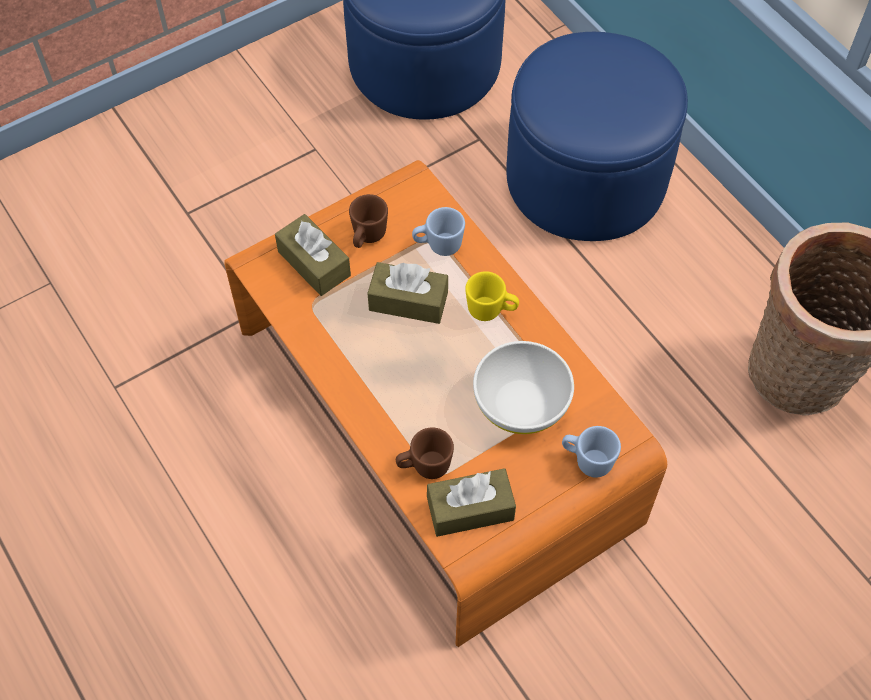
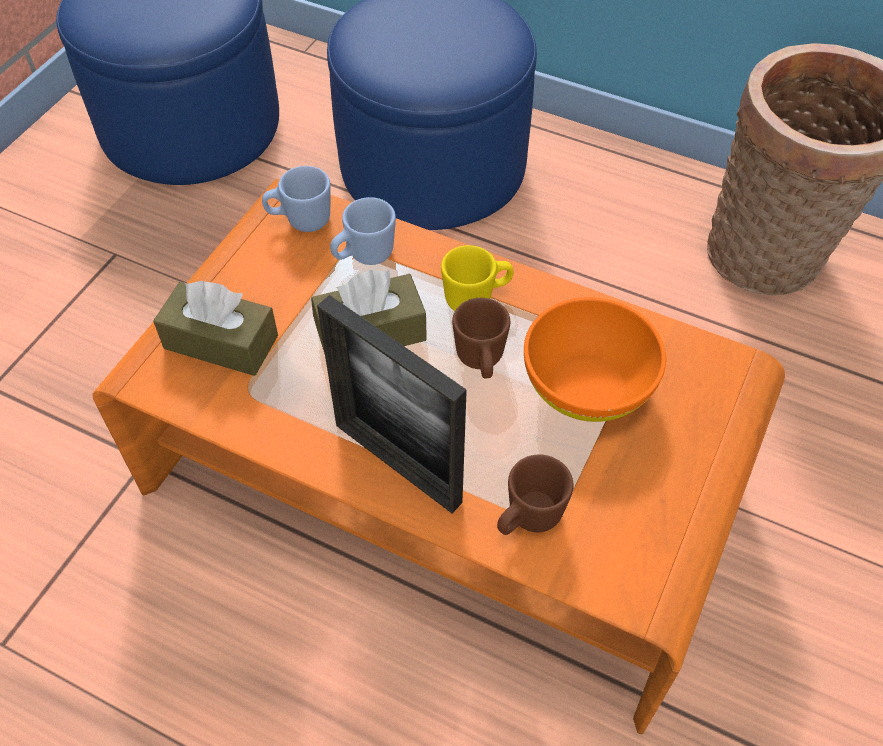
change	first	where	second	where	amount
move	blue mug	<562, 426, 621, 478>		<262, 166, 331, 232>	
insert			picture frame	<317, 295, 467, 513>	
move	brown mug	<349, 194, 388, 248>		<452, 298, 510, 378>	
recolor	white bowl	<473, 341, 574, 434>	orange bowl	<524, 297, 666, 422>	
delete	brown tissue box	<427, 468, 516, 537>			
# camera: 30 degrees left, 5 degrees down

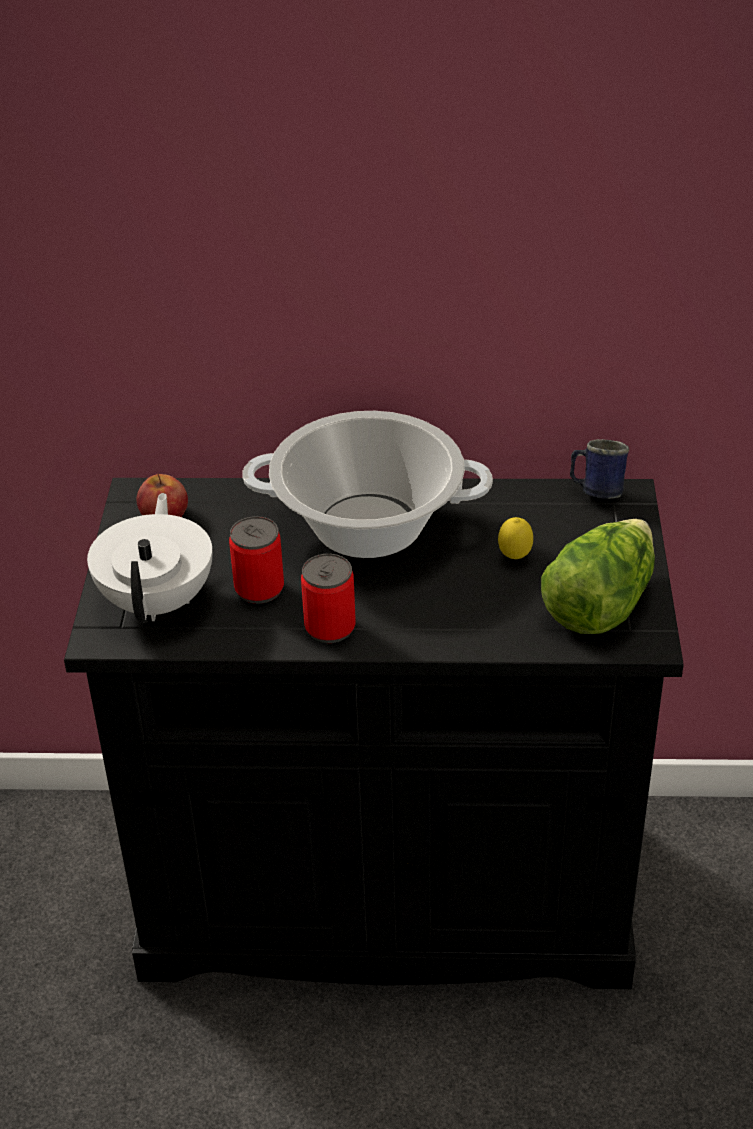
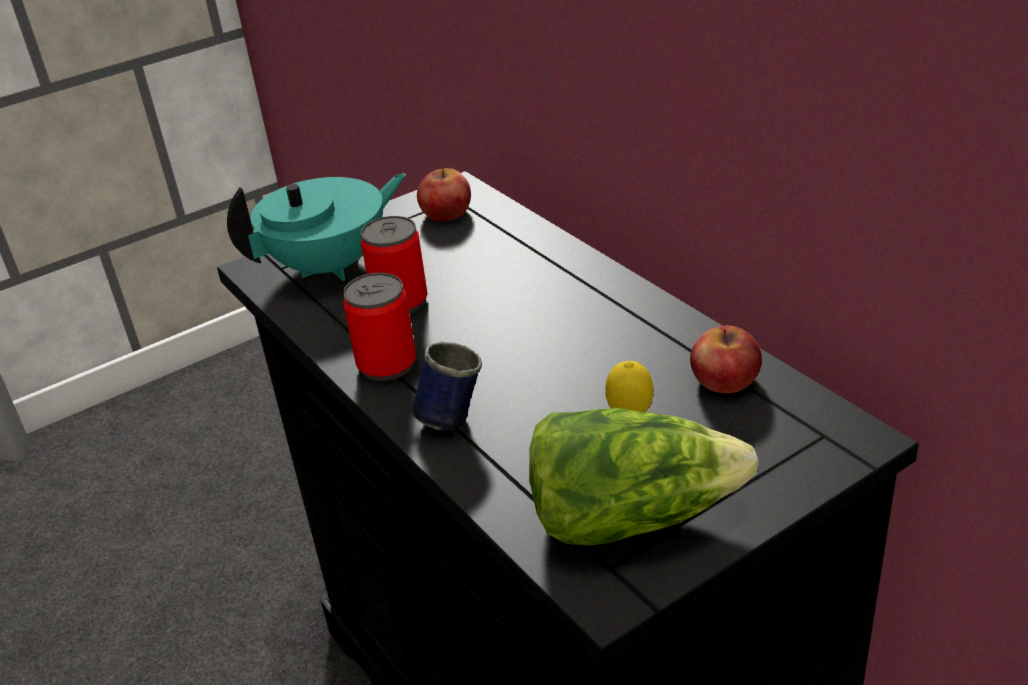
change	first	where	second	where	amount
recolor	white teapot	<87, 493, 212, 622>	turquoise teapot	<227, 173, 406, 281>	
move	blue mug	<570, 439, 629, 499>		<413, 342, 482, 430>	
insert			apple	<690, 326, 762, 393>	
delete	cooking pot	<242, 411, 493, 558>			
# camera: 55 degrees right, 5 degrees down

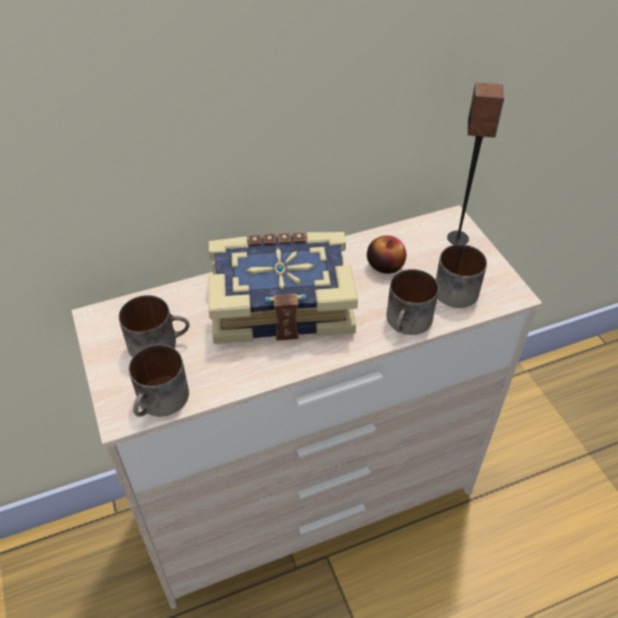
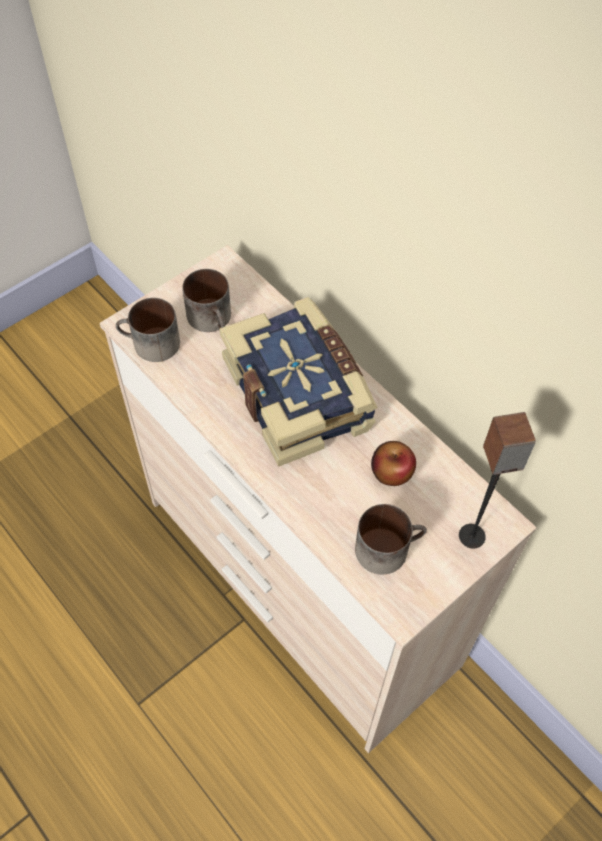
change	first	where	second	where	amount
delete	mug	<386, 269, 439, 335>			
# camera: 70 degrees right, 10 degrees up

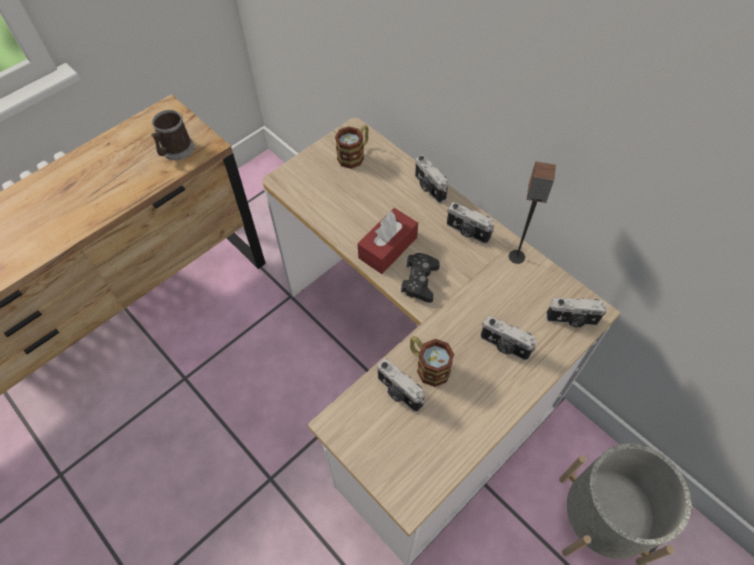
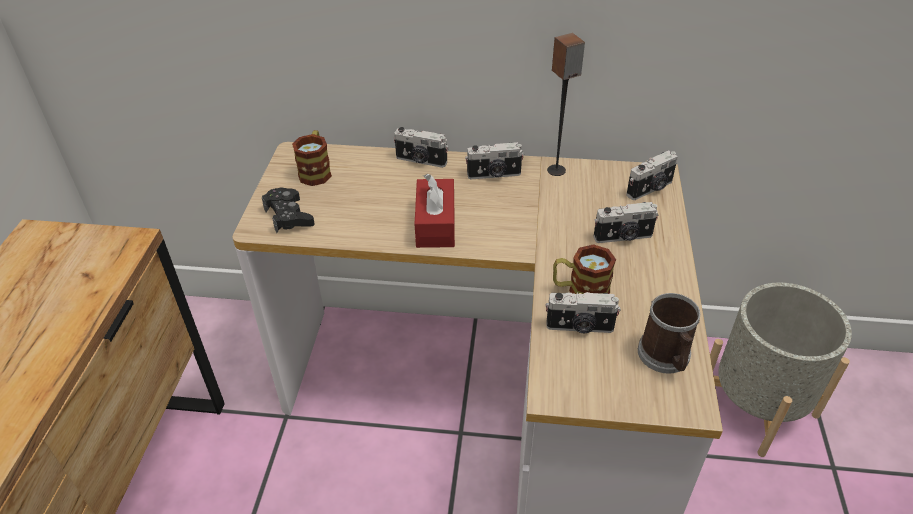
change	first	where	second	where	amount
move	black game controller	<401, 253, 440, 303>		<262, 187, 315, 233>	
move	mug	<151, 110, 194, 160>		<638, 293, 700, 374>	
# camera: 40 degrees left, 15 degrees down

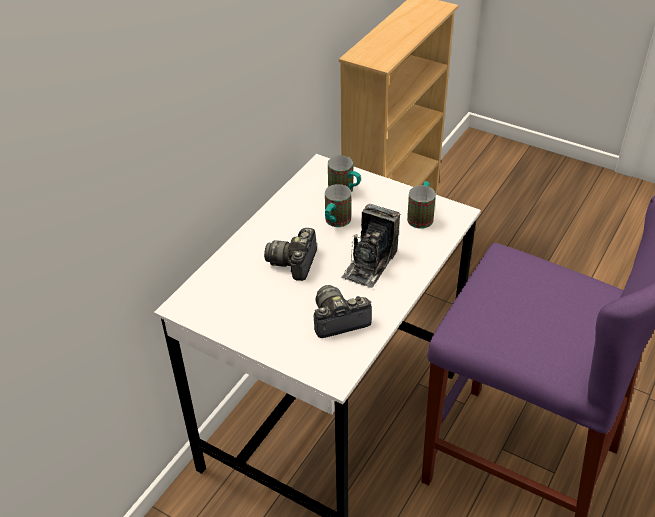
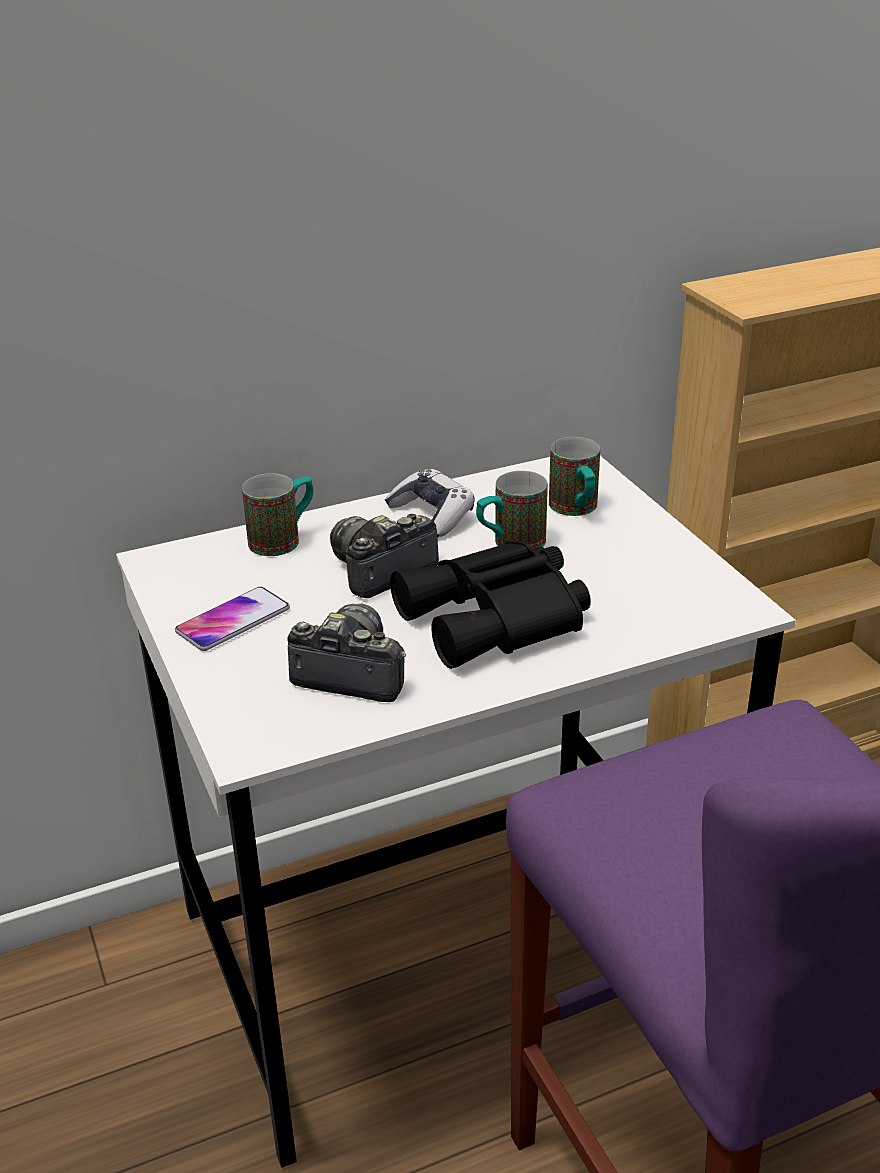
change	first	where	second	where	amount
insert			phone	<175, 587, 290, 651>	
move	mug	<407, 181, 436, 229>		<242, 473, 313, 556>	
insert			game controller	<385, 469, 475, 537>	
replace	photo camera	<341, 204, 400, 288>	black binoculars	<390, 541, 591, 669>	
# camera: 35 degrees right, 10 degrees down

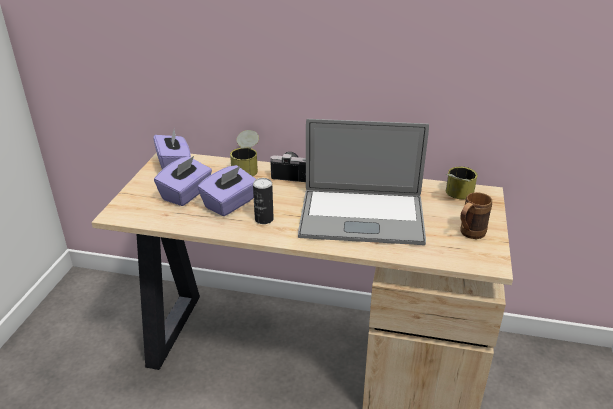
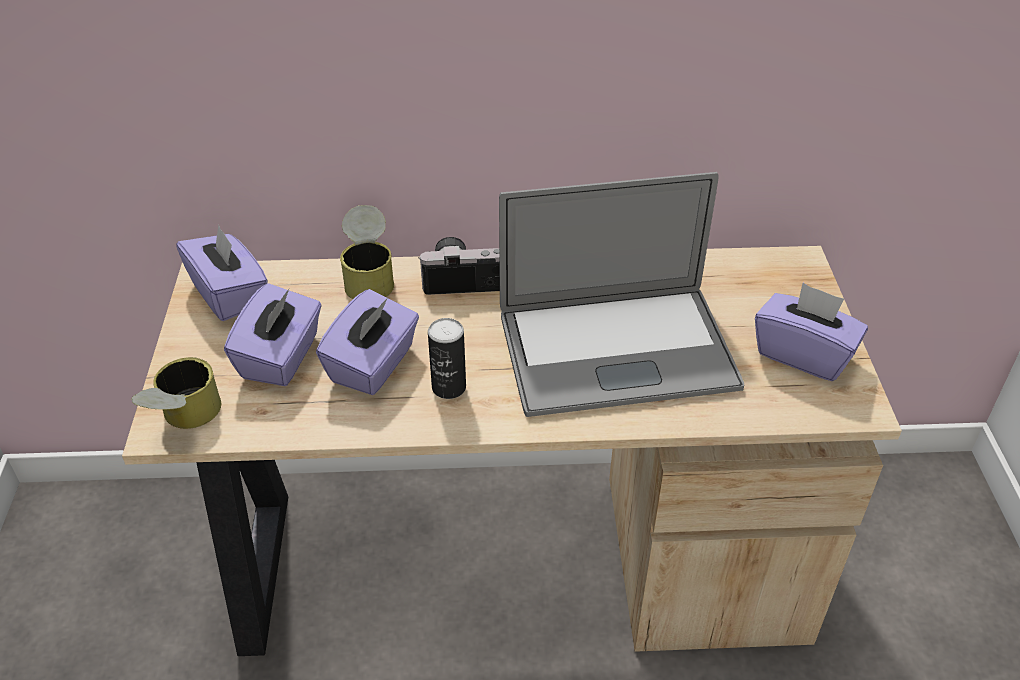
change	first	where	second	where	amount
move	can	<445, 167, 478, 199>		<131, 357, 221, 429>	
replace	brown mug	<460, 192, 492, 239>	purple tissue box	<755, 283, 868, 381>	
# camera: 15 degrees left, 10 degrees up

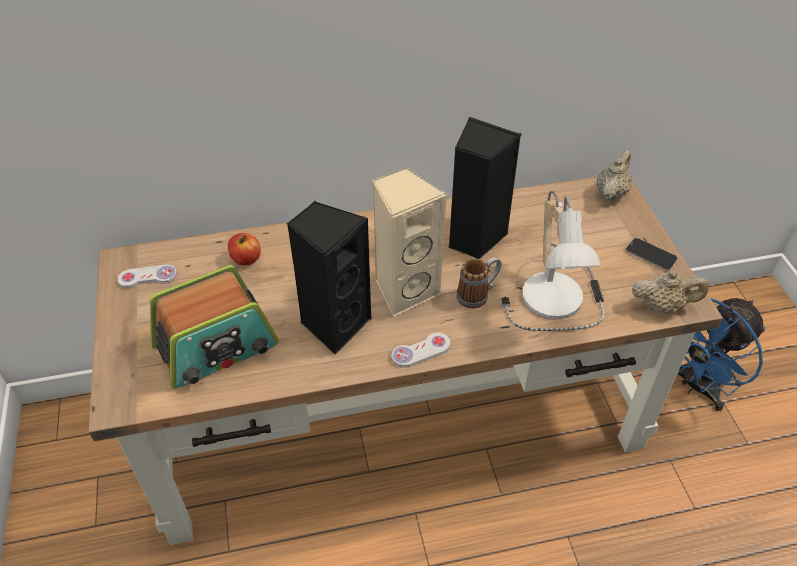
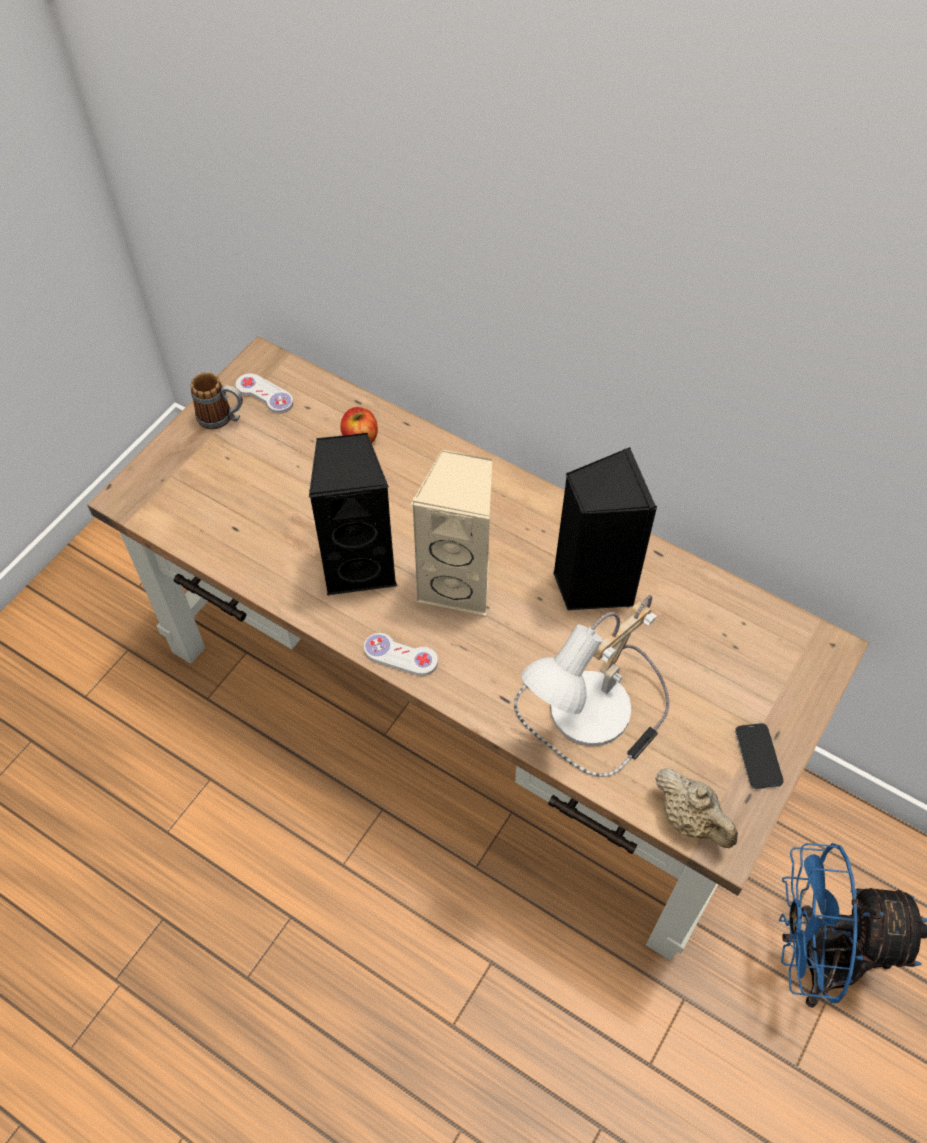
change	first	where	second	where	amount
move	mug	<456, 257, 501, 308>		<191, 372, 243, 429>	
delete	radio	<150, 265, 279, 389>			
delete	beige teapot	<597, 150, 632, 202>			
# camera: 45 degrees right, 10 degrees up

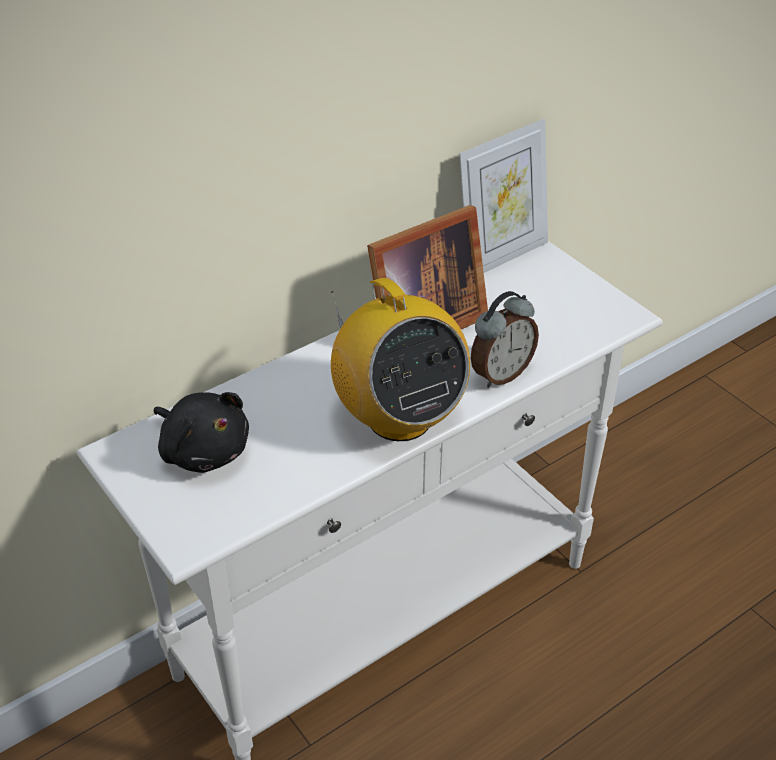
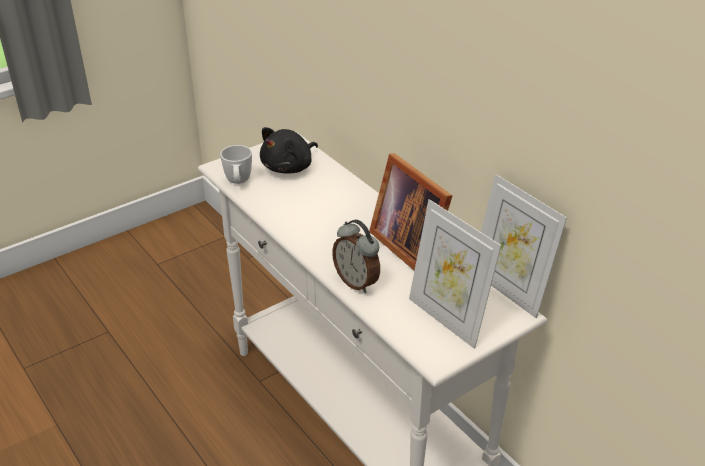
change	first	where	second	where	amount
insert			white mug	<220, 145, 252, 184>	
insert			picture frame	<409, 199, 501, 349>	
delete	radio	<330, 278, 470, 441>			
# camera: 90 degrees right, 5 degrees down

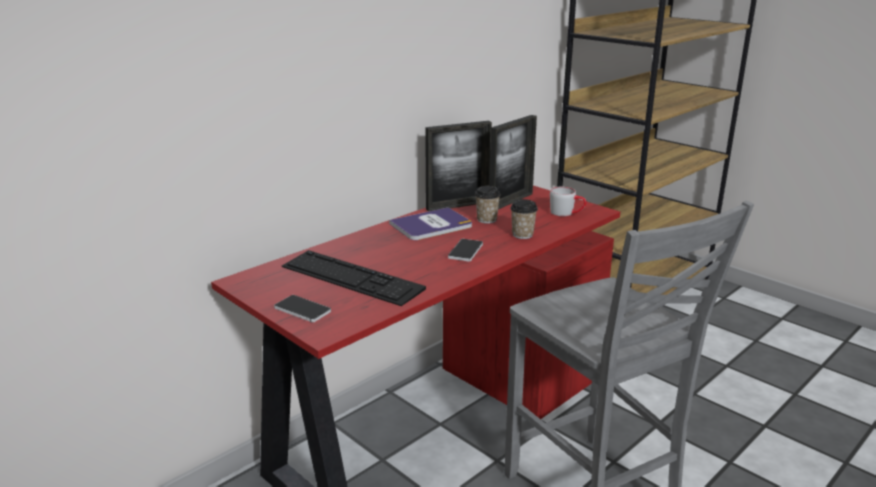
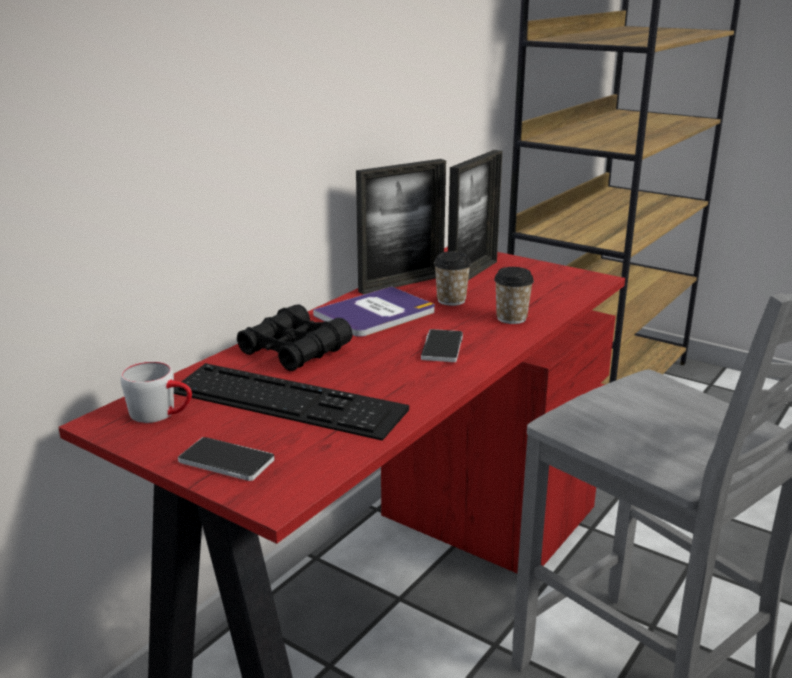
change	first	where	second	where	amount
move	grey mug	<550, 187, 586, 216>		<121, 361, 192, 423>	
insert			black binoculars	<237, 304, 353, 371>	
# camera: 10 degrees left, 0 degrees up

